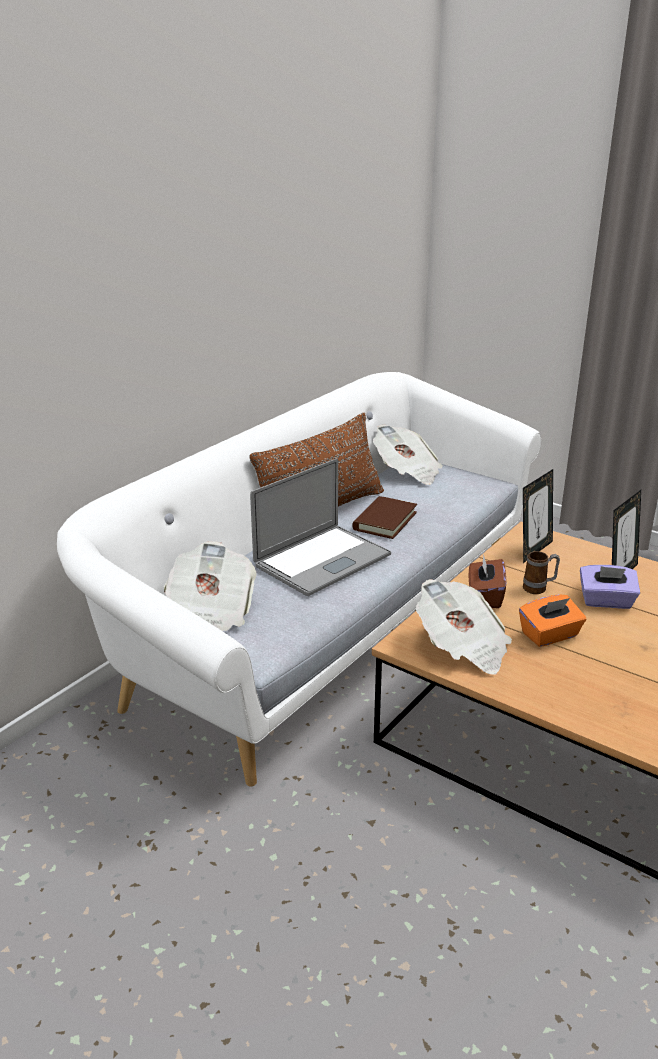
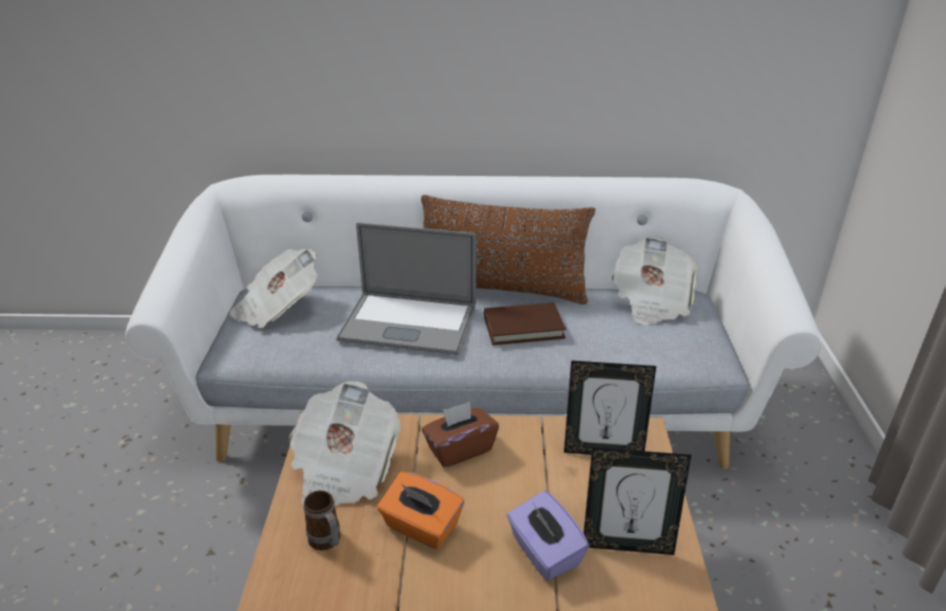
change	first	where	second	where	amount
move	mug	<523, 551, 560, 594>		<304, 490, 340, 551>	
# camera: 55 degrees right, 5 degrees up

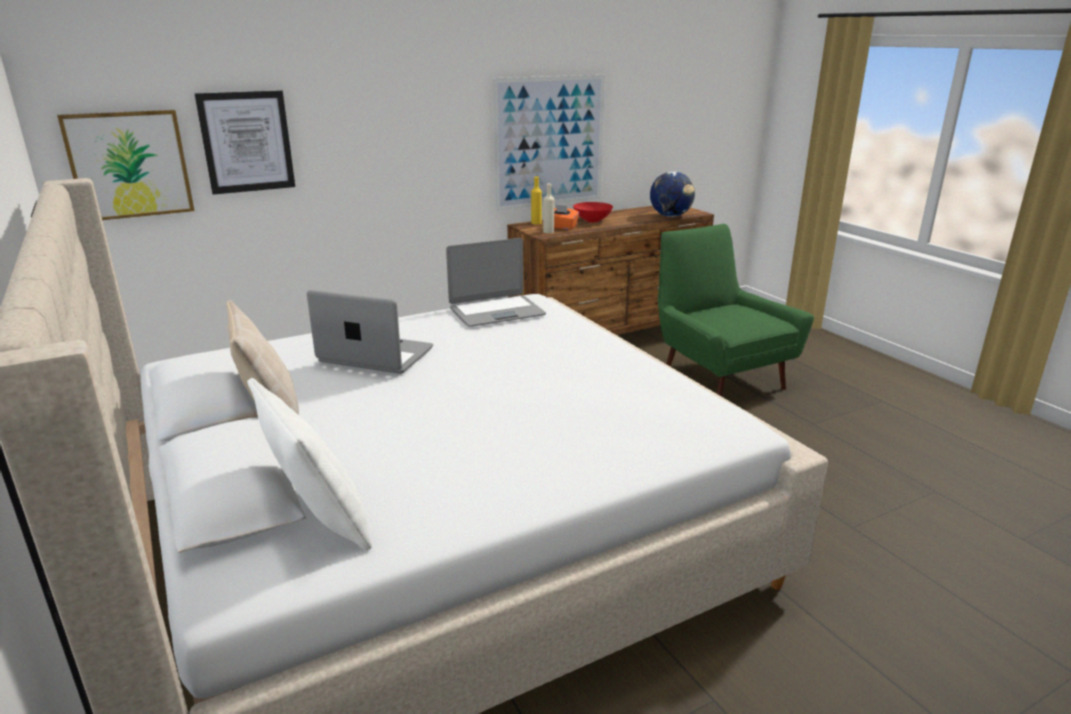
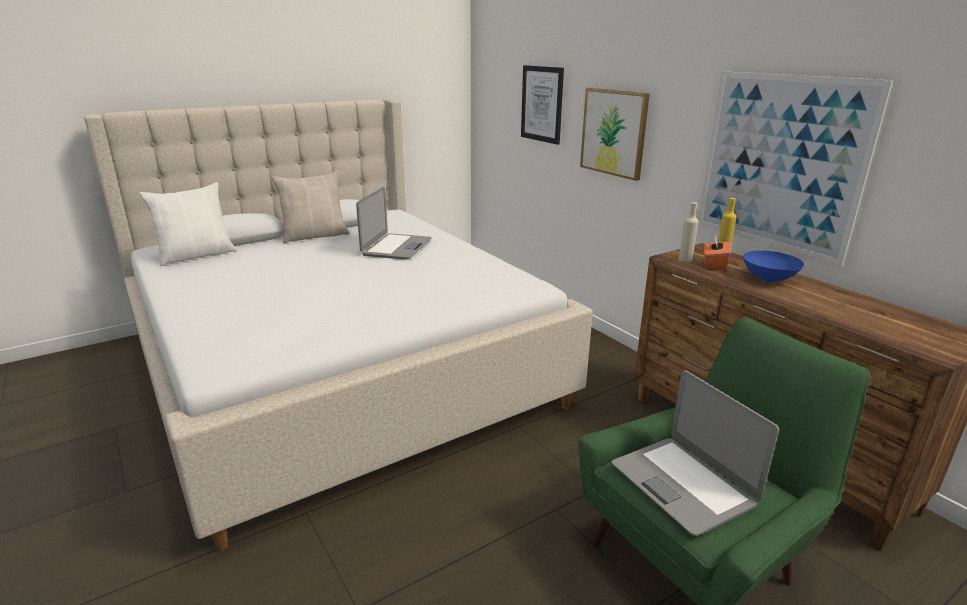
change	first	where	second	where	amount
move	picture	<57, 110, 195, 220>		<580, 88, 650, 181>	
move	laptop	<446, 238, 546, 327>		<612, 370, 779, 536>	
recolor	red bowl	<573, 202, 613, 223>	blue bowl	<743, 251, 804, 282>	
delete	globe	<650, 171, 695, 217>			
# camera: 85 degrees right, 0 degrees up

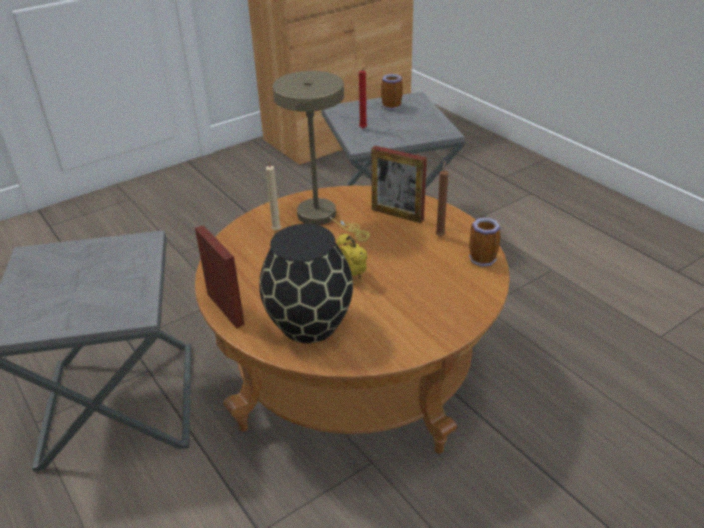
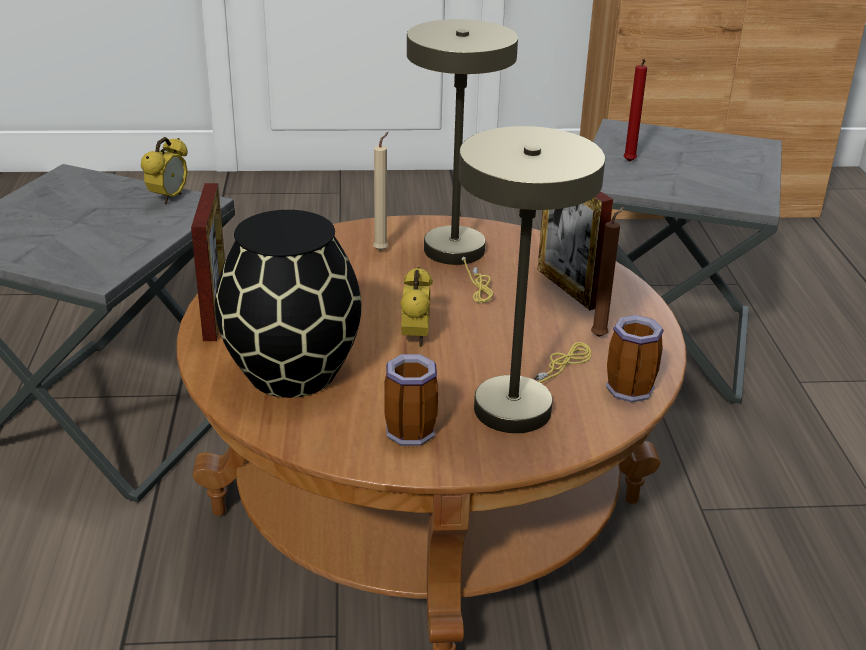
change	first	where	second	where	amount
insert			alarm clock	<141, 137, 188, 205>	
move	mug	<381, 74, 403, 110>		<384, 354, 438, 446>	
insert			beige table lamp	<458, 126, 605, 433>	
# camera: 30 degrees right, 5 degrees down

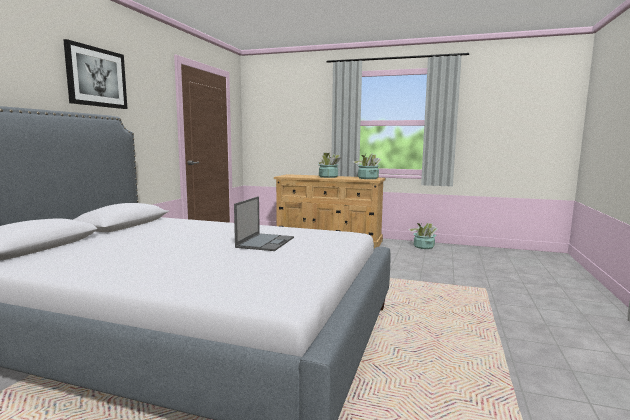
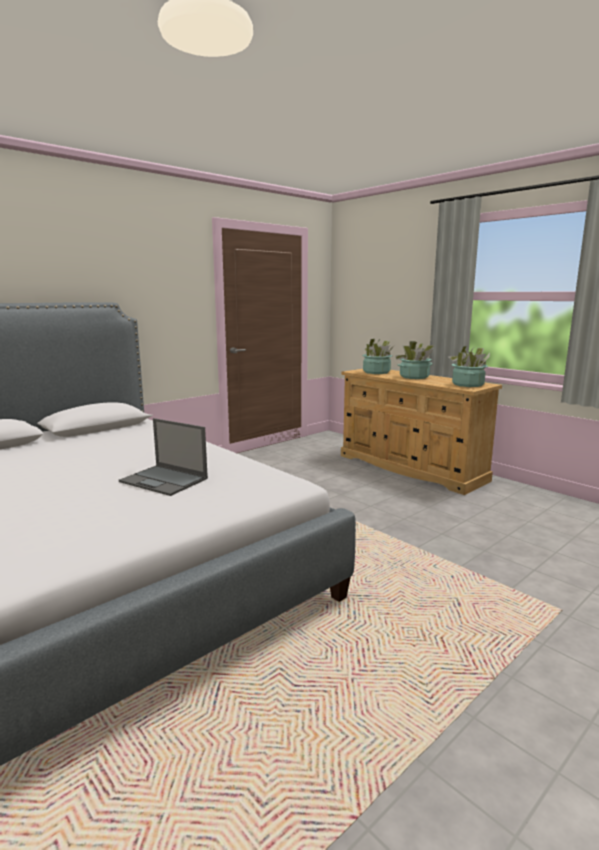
change	first	where	second	where	amount
rotate	laptop	<234, 196, 294, 251>		<119, 418, 208, 496>	75 degrees clockwise
move	potted plant	<408, 223, 438, 249>		<362, 339, 395, 374>	
delete	picture	<63, 39, 127, 109>			
# camera: 30 degrees right, 5 degrees up

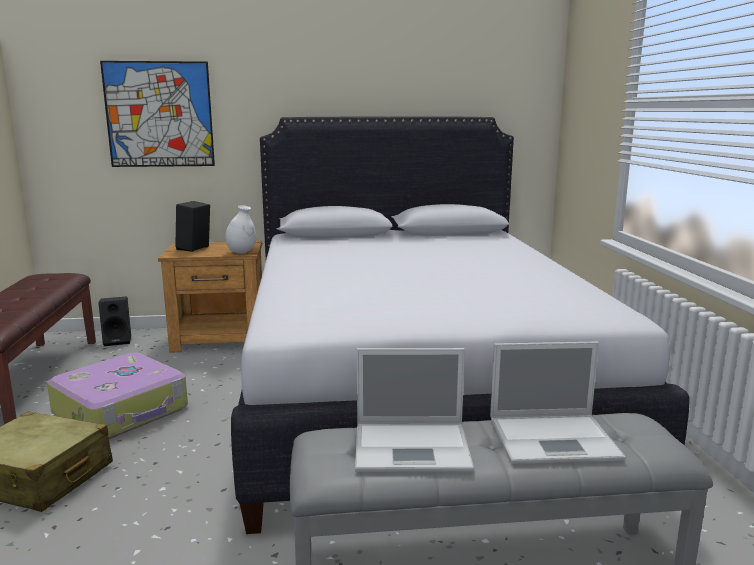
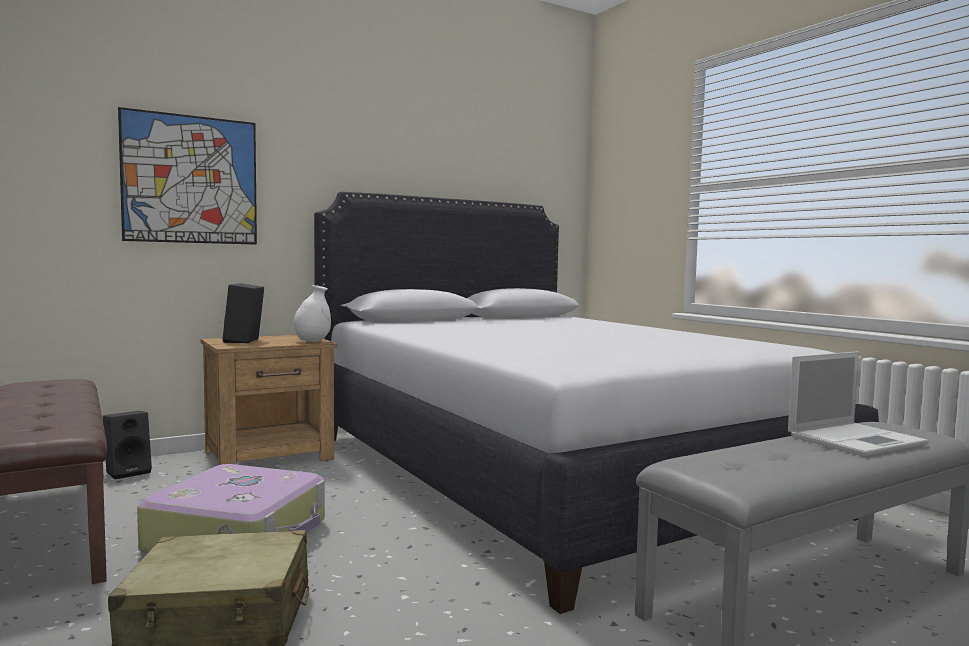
change	first	where	second	where	amount
delete	laptop	<355, 348, 474, 472>			
# camera: 25 degrees left, 10 degrees down

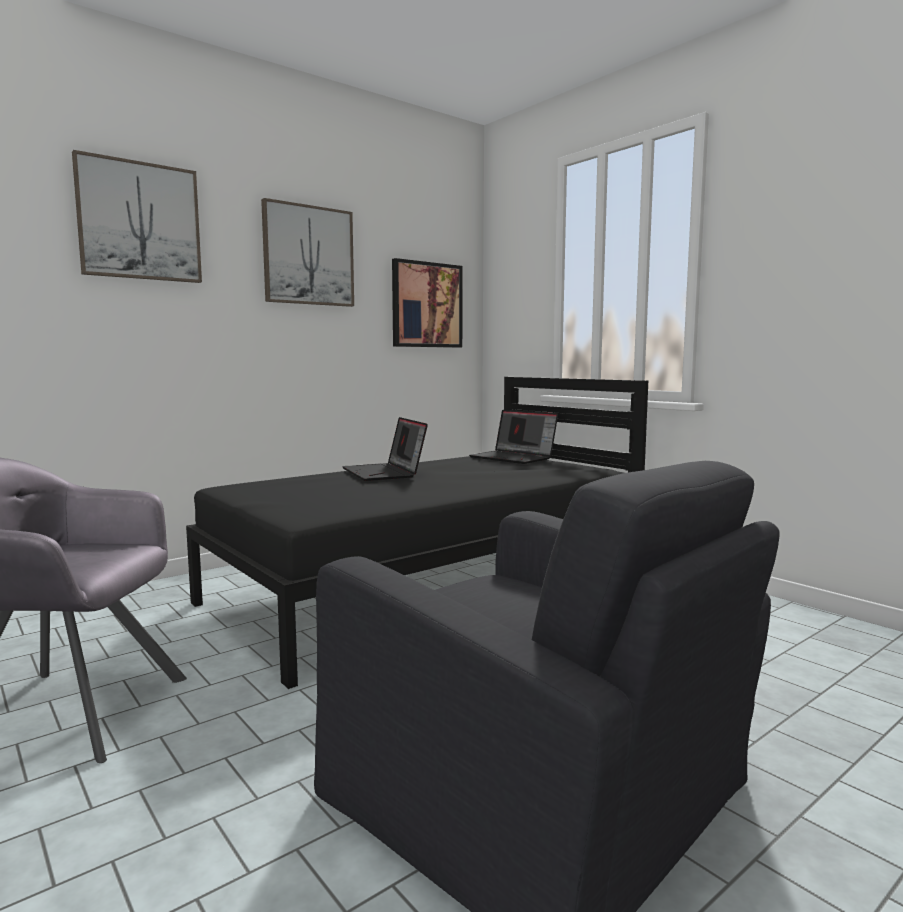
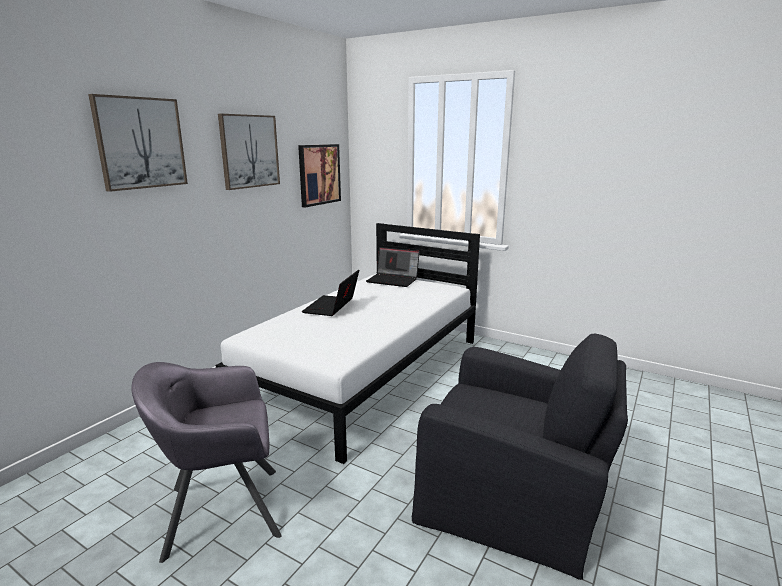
change	first	where	second	where	amount
recolor	black bed	<186, 377, 648, 689>	white bed	<216, 223, 480, 464>	
rotate	laptop	<342, 417, 428, 481>		<302, 269, 359, 316>	60 degrees clockwise
# camera: 20 degrees left, 10 degrees up

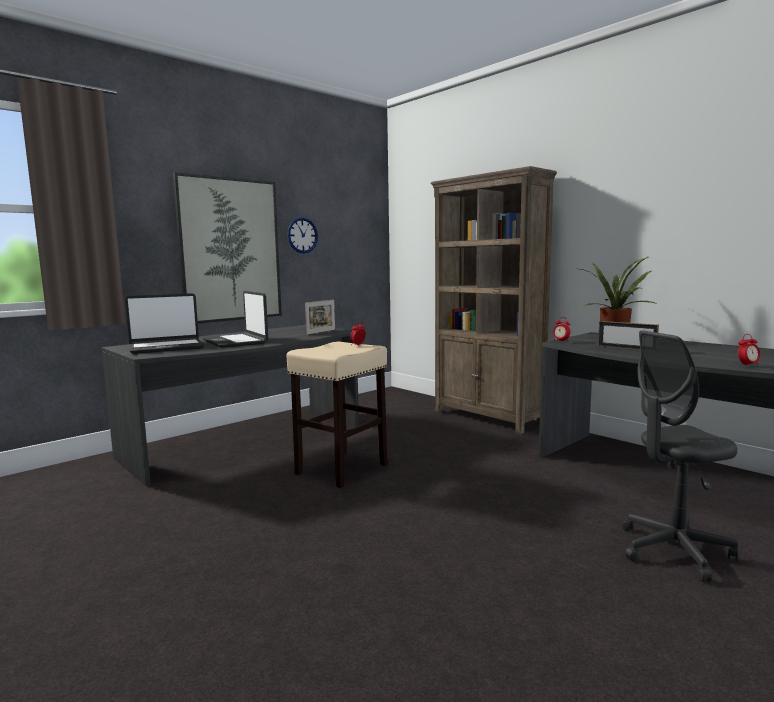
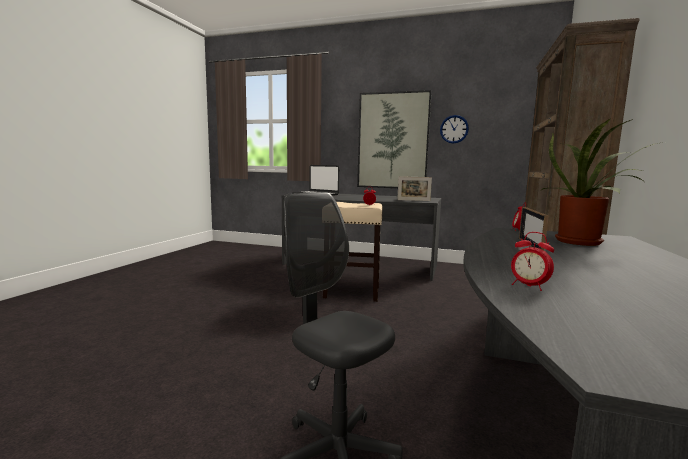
change	first	where	second	where	amount
delete	laptop	<203, 291, 269, 348>			
# camera: 60 degrees right, 0 degrees up

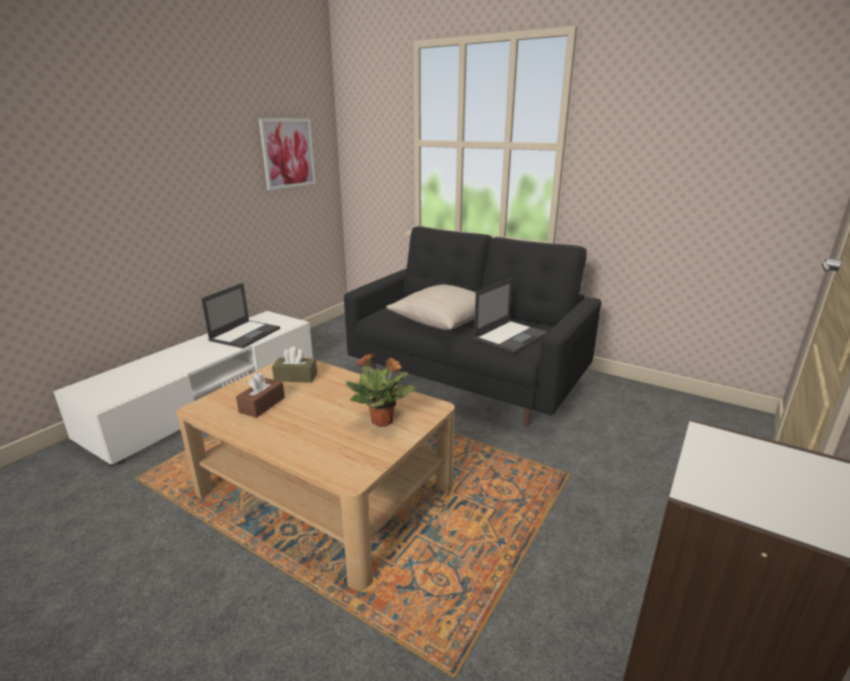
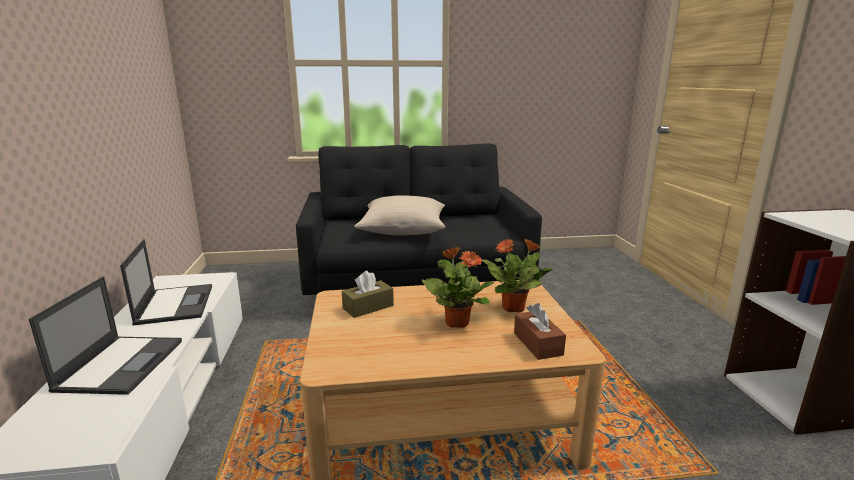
change	first	where	second	where	amount
move	laptop	<473, 278, 548, 353>		<29, 276, 182, 395>	
insert			potted plant	<422, 247, 494, 328>	
move	brown tissue box	<236, 372, 285, 418>		<514, 303, 566, 360>	
delete	picture	<259, 118, 316, 190>			
# camera: 40 degrees left, 5 degrees down

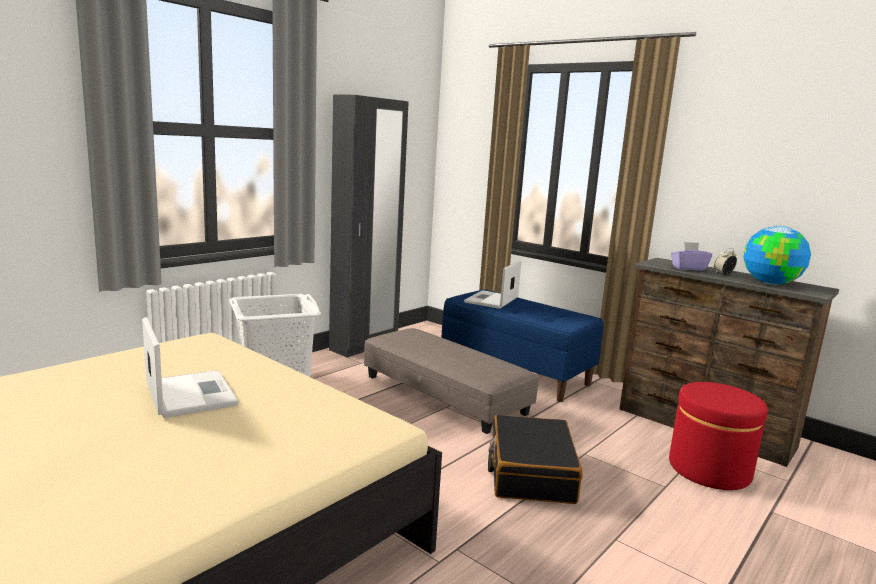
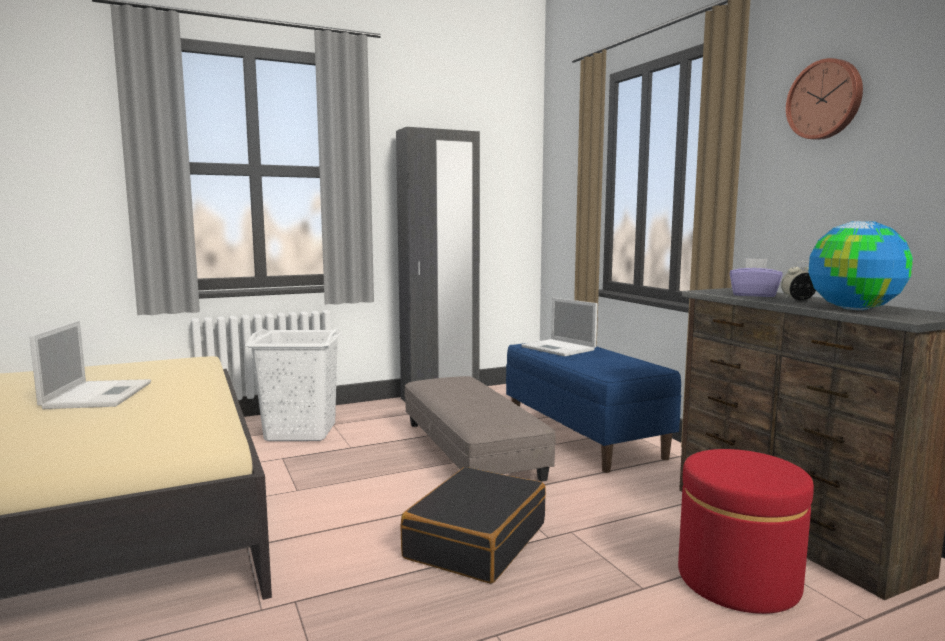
change	first	where	second	where	amount
rotate	laptop	<464, 261, 521, 309>		<521, 297, 598, 356>	90 degrees counterclockwise
insert			wall clock	<786, 58, 863, 140>	
# camera: 25 degrees right, 5 degrees down

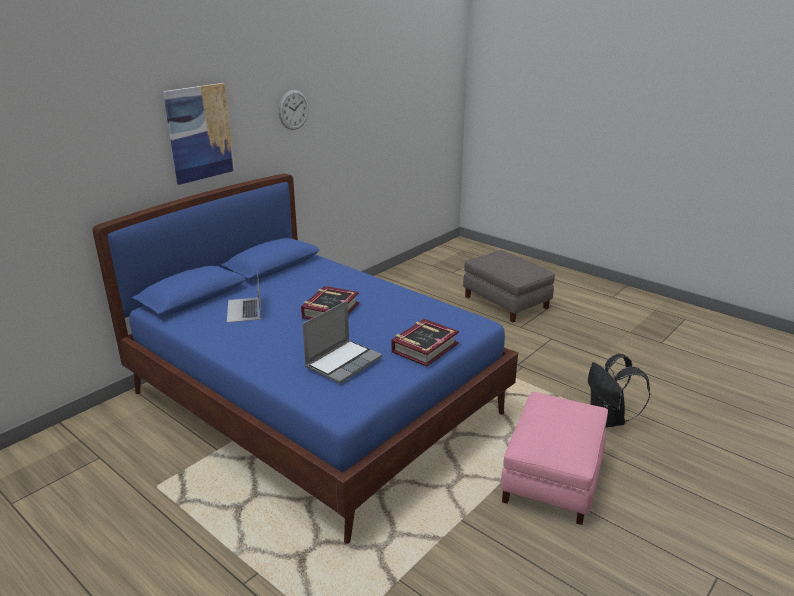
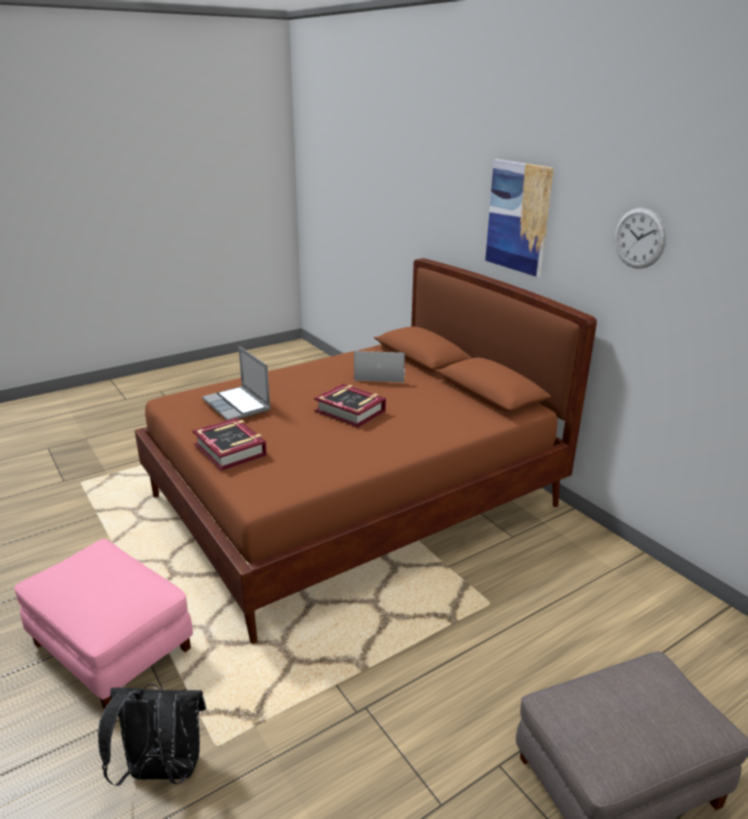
change	first	where	second	where	amount
recolor	blue bed	<93, 173, 518, 544>	brown bed	<134, 258, 597, 644>	
# camera: 105 degrees right, 0 degrees up

